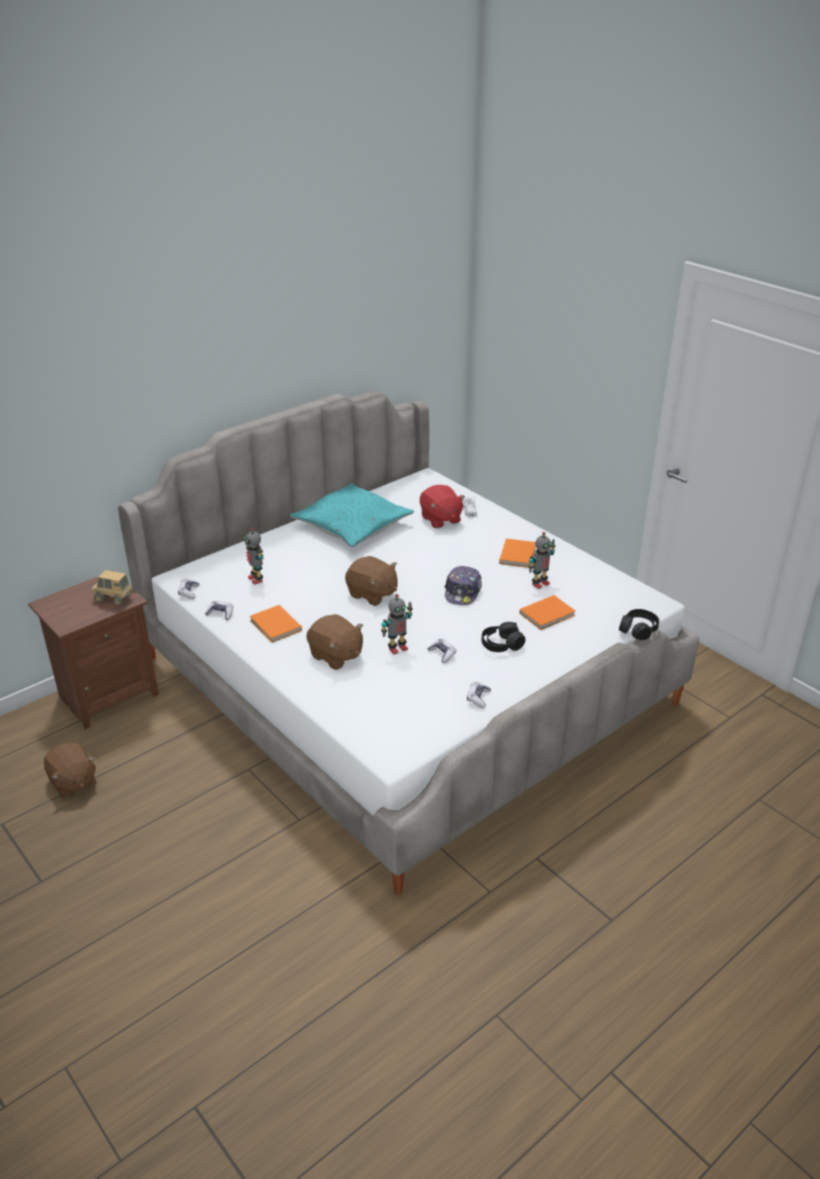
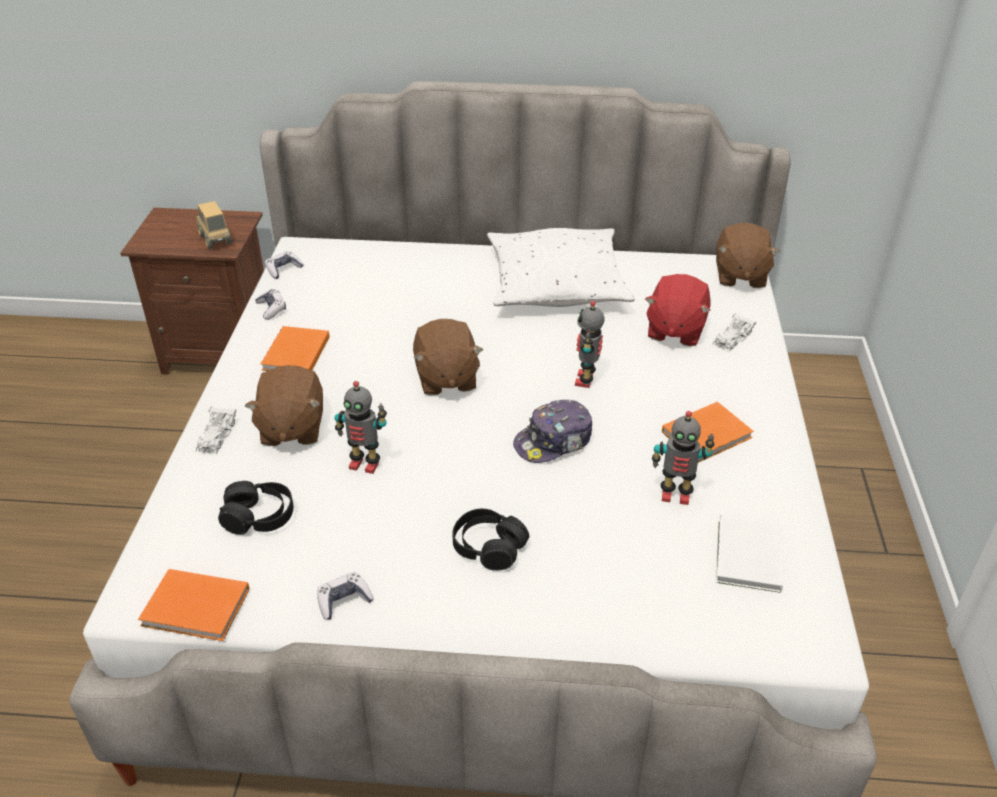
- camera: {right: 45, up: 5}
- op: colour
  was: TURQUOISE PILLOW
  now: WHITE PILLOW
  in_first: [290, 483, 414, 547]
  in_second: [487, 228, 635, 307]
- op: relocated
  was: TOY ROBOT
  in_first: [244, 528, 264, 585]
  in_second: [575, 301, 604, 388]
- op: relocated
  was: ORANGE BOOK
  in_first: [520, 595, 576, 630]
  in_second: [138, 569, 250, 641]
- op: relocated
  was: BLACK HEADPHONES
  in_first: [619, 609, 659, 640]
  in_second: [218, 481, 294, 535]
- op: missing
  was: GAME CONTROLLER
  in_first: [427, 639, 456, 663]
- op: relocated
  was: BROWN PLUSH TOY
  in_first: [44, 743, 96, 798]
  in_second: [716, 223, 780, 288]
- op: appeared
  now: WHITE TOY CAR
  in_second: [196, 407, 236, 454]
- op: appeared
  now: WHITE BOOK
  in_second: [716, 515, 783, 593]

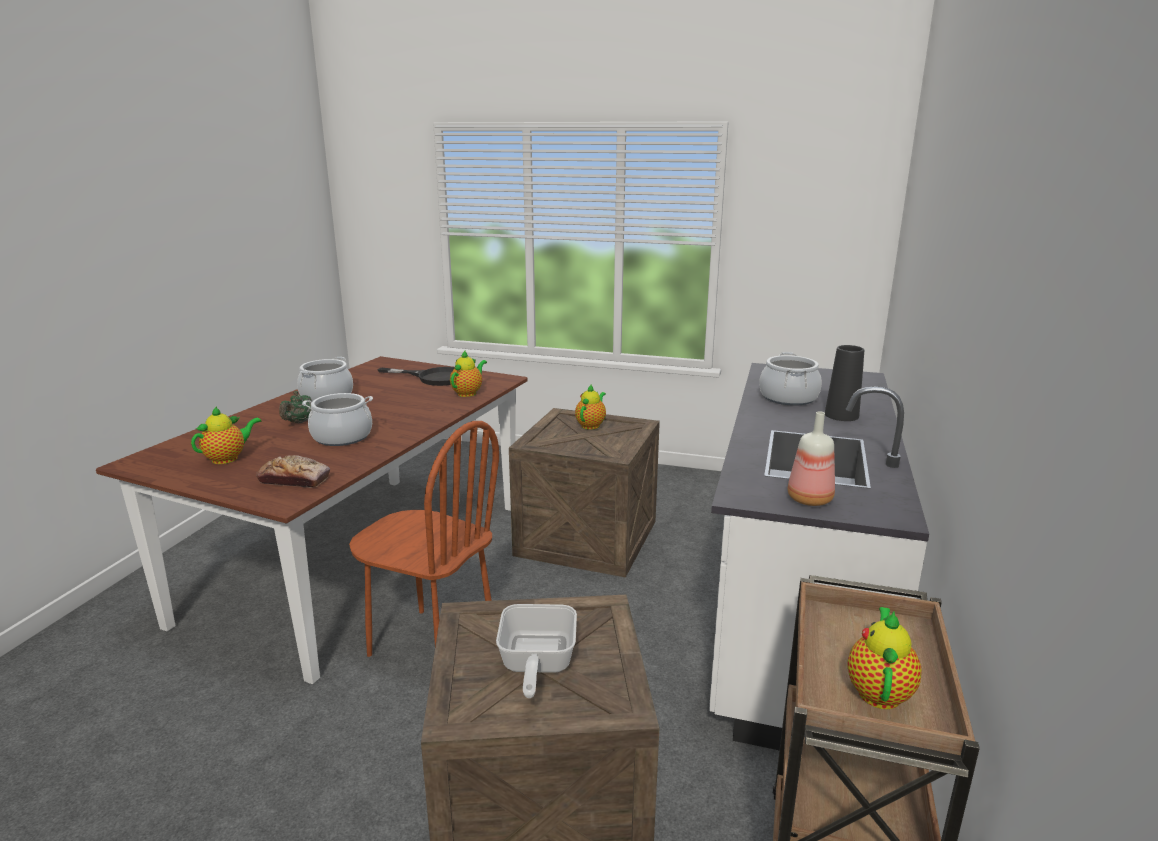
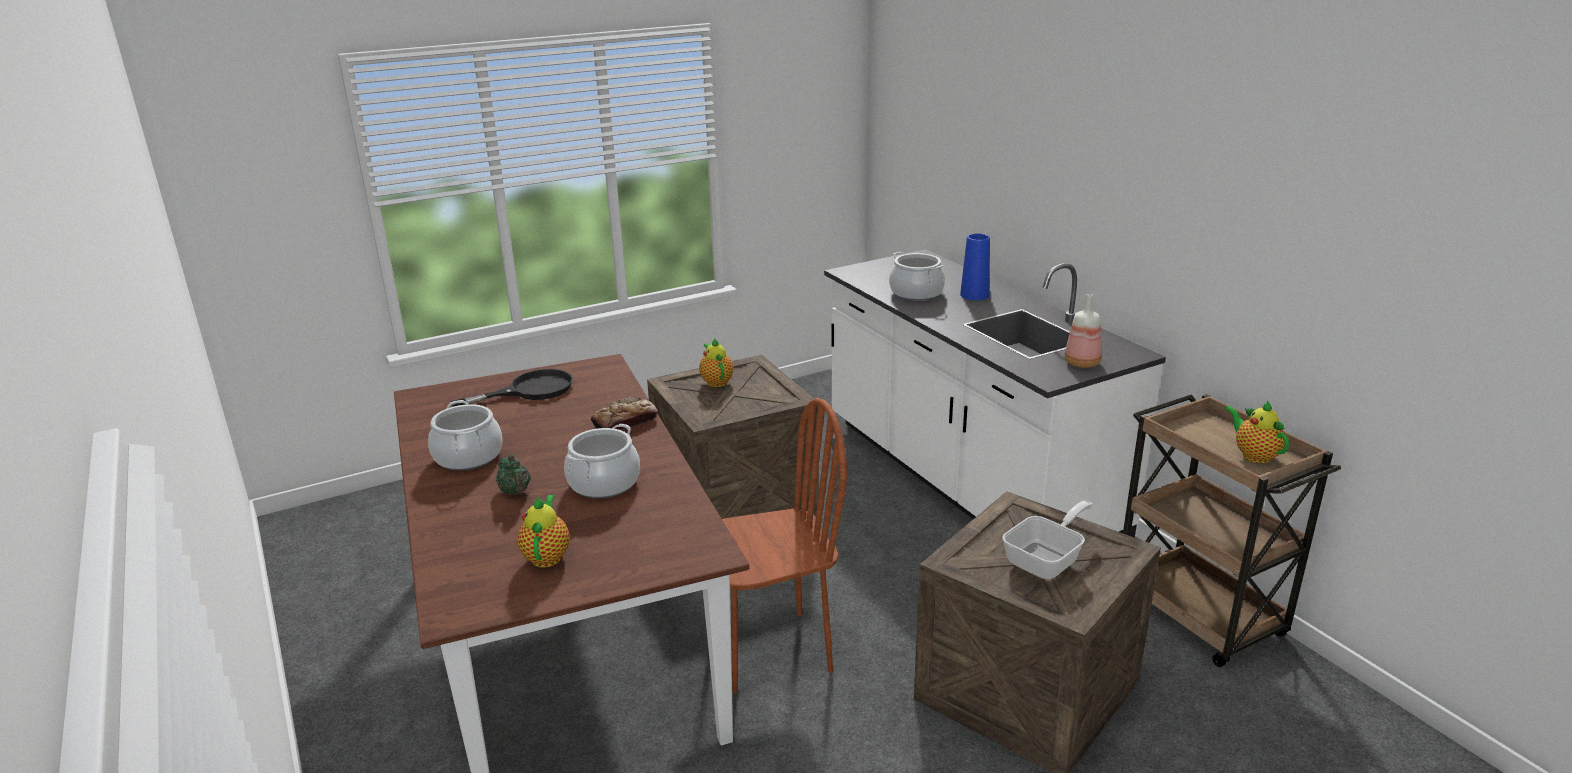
- camera: {right: -45, up: 5}
- op: colour
  was: BLACK VASE
  now: BLUE VASE
  in_first: [825, 345, 864, 421]
  in_second: [960, 234, 990, 300]
- op: missing
  was: TEAPOT
  in_first: [450, 351, 487, 397]
- op: relocated
  was: BREAD
  in_first: [256, 455, 330, 488]
  in_second: [591, 397, 658, 430]
- op: spun
  was: FRYING PAN
  in_first: [496, 604, 577, 698]
  in_second: [1003, 501, 1093, 579]
  clockwise: -90

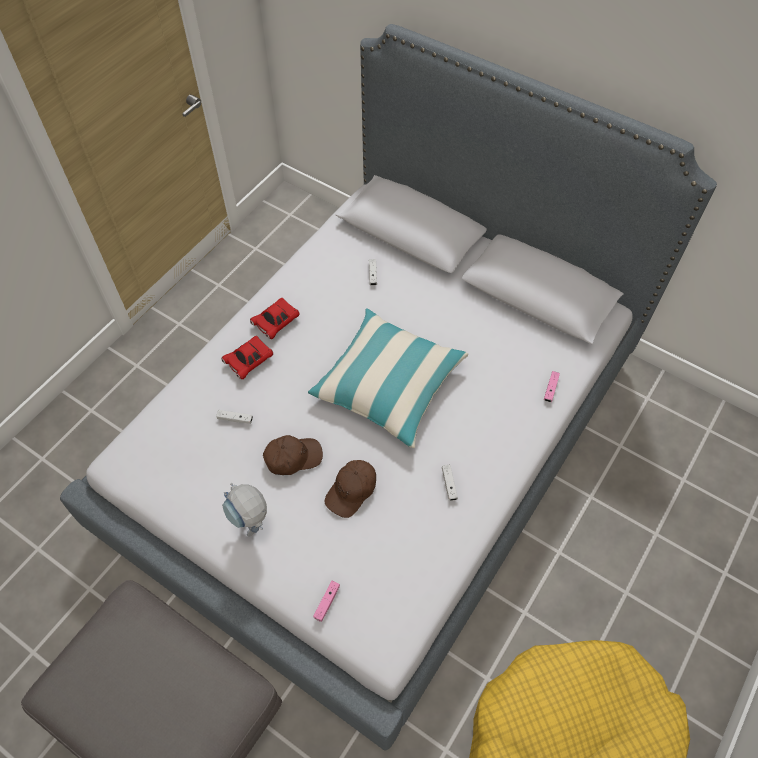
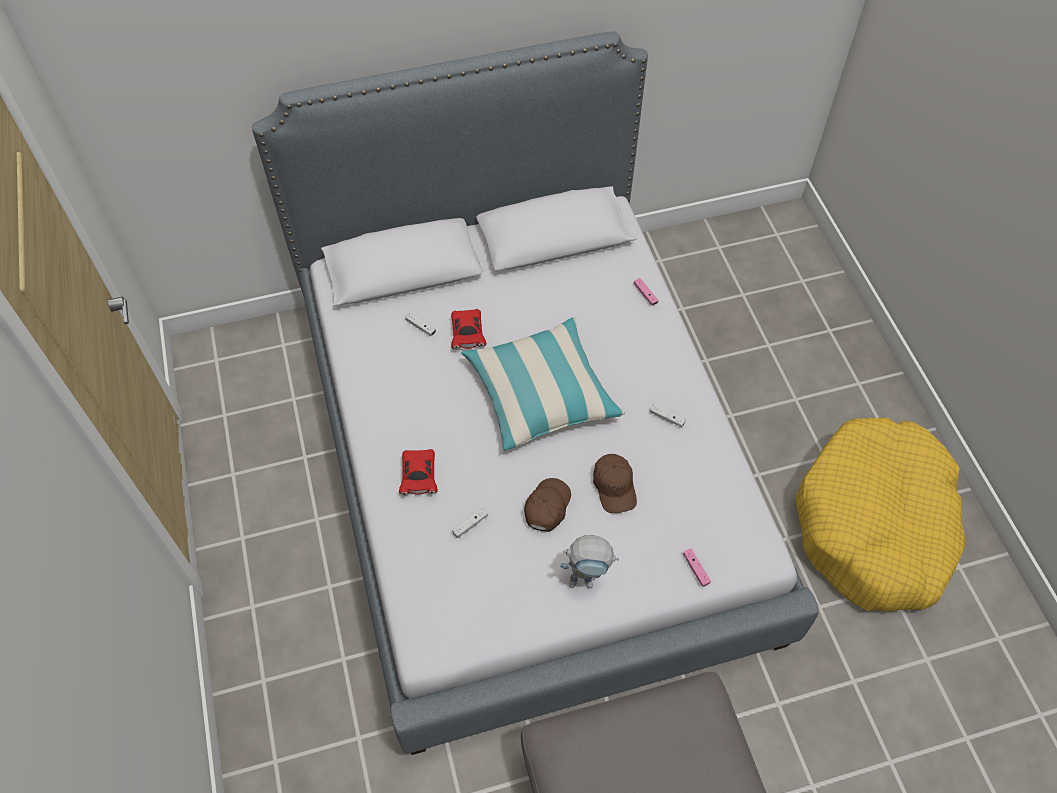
- camera: {right: -50, up: 0}
- op: relocated
  was: RED TOY CAR
  in_first: [250, 298, 299, 339]
  in_second: [451, 309, 486, 349]

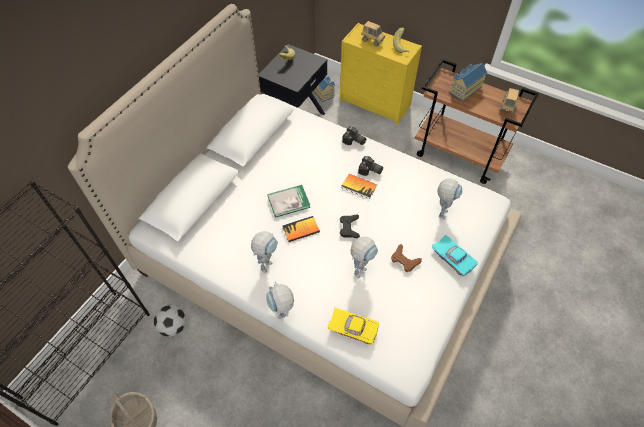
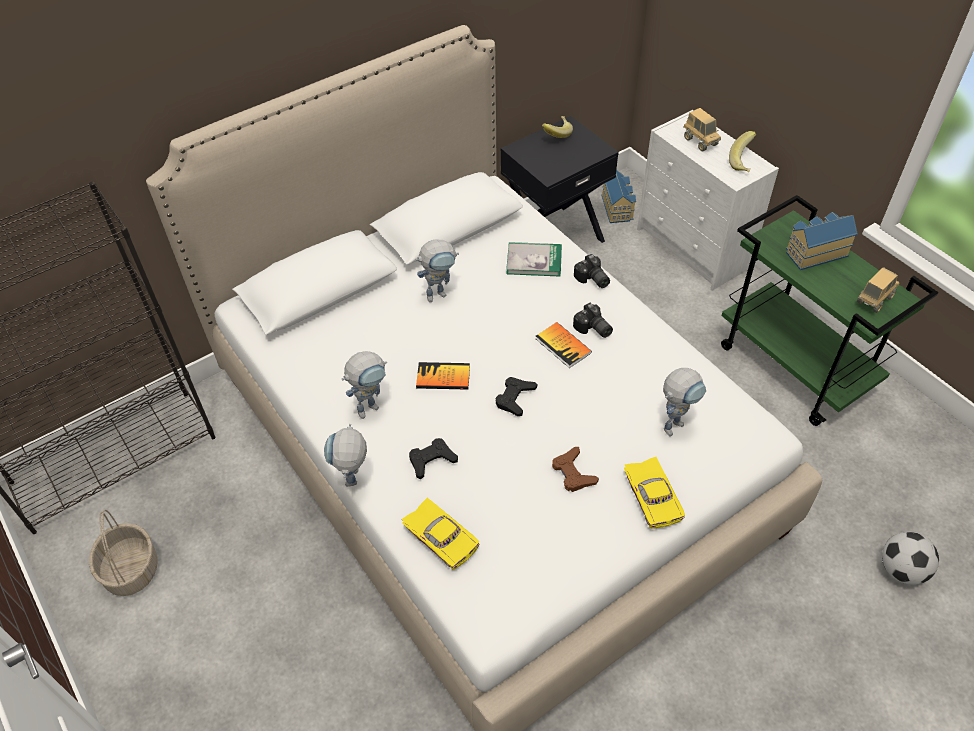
- camera: {right: 25, up: -5}
- op: colour
  was: YELLOW DRESSER
  now: WHITE DRESSER
  in_first: [340, 23, 422, 125]
  in_second: [637, 110, 779, 291]
- op: colour
  was: BROWN CART
  now: GREEN CART
  in_first: [414, 59, 539, 184]
  in_second: [721, 195, 939, 426]
- op: relocated
  was: BOOK
  in_first: [267, 185, 310, 218]
  in_second: [506, 242, 562, 277]
- op: colour
  was: TURQUOISE TOY CAR
  now: YELLOW TOY CAR
  in_first: [432, 235, 478, 277]
  in_second: [624, 457, 685, 529]
- op: relocated
  was: TOY ROBOT
  in_first: [351, 237, 378, 278]
  in_second: [415, 240, 459, 302]
- op: relocated
  was: FOOTBALL
  in_first: [154, 305, 186, 337]
  in_second: [882, 532, 939, 585]
- op: appeared
  now: BLACK GAME CONTROLLER
  in_second: [409, 438, 458, 479]

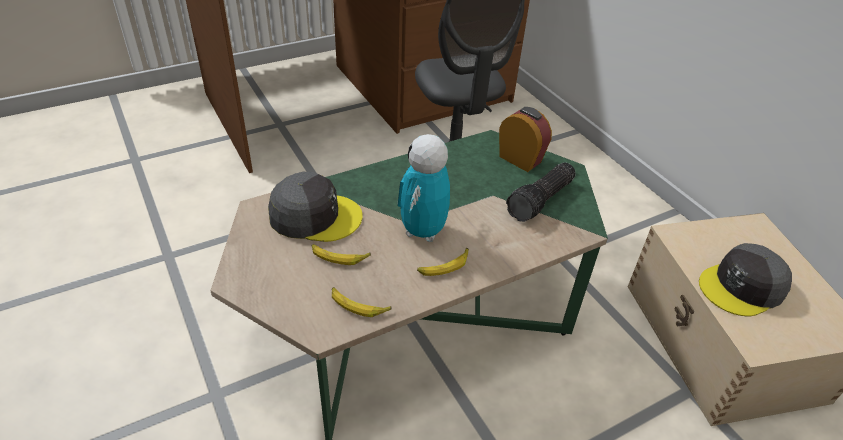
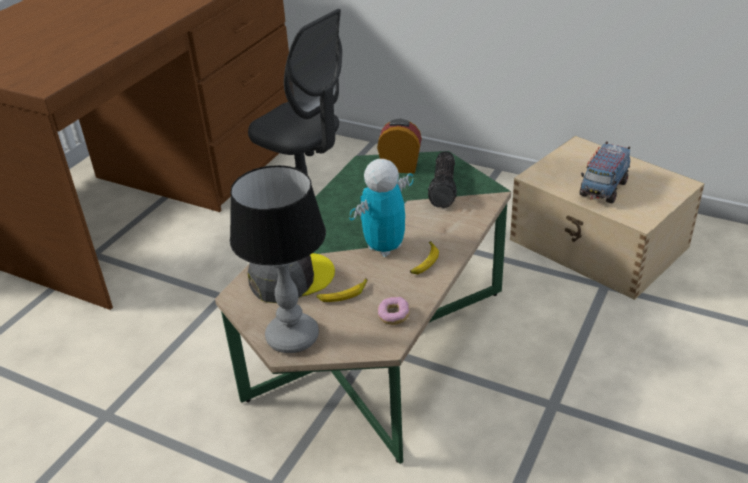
- camera: {right: -30, up: -5}
- op: spun
  was: TOY ROBOT
  in_first: [397, 134, 450, 242]
  in_second: [349, 159, 413, 257]
  clockwise: 60
- op: exchanged
  was: GREY CAP
  now: TOY TRUCK
  in_first: [699, 243, 792, 316]
  in_second: [579, 141, 630, 203]
- op: exchanged
  was: BANANA
  now: DONUT
  in_first: [332, 287, 392, 317]
  in_second: [378, 297, 410, 325]
- op: appeared
  now: TABLE LAMP
  in_second: [230, 165, 326, 353]

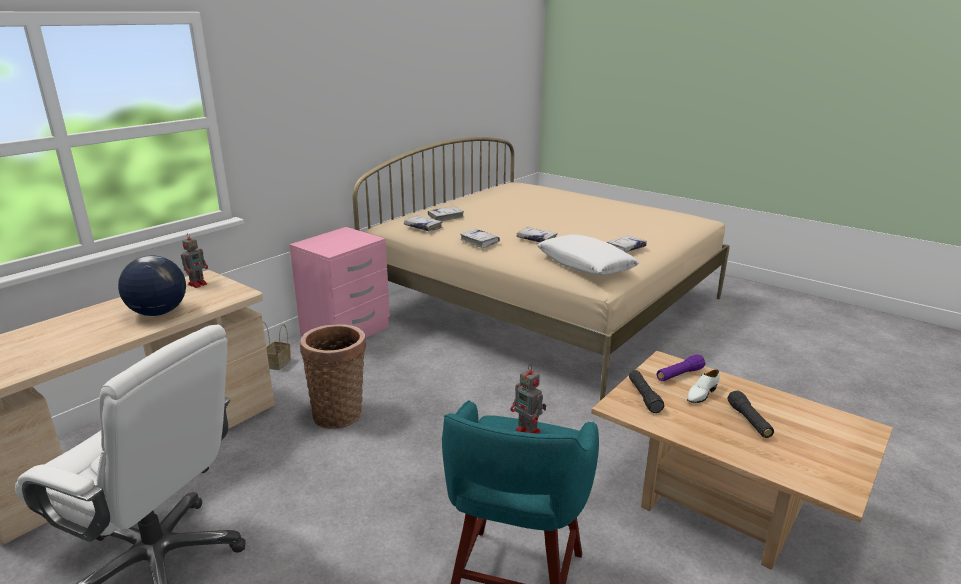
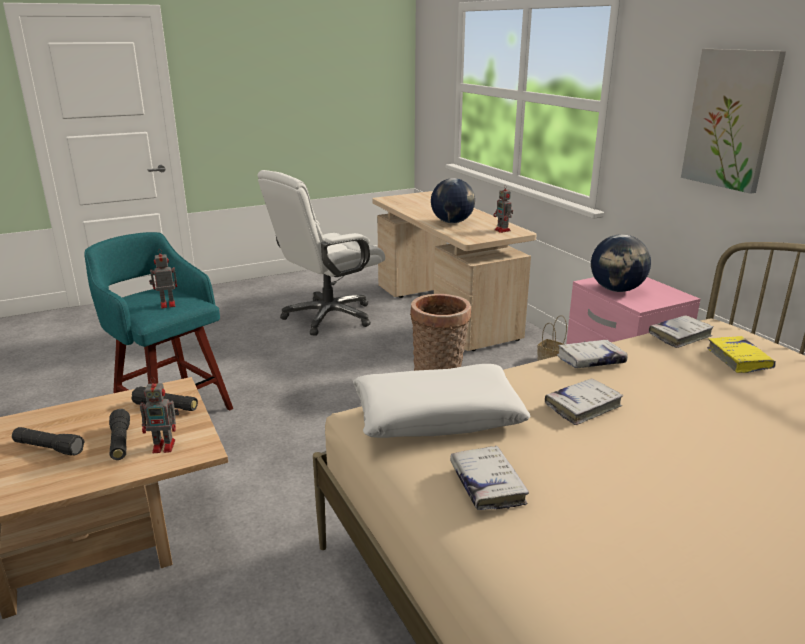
- camera: {right: 115, up: 0}
- op: colour
  was: WHITE BOOK
  now: YELLOW BOOK
  in_first: [428, 207, 464, 221]
  in_second: [707, 336, 776, 373]
- op: exchanged
  was: PURPLE FLASHLIGHT
  now: TOY ROBOT
  in_first: [657, 354, 705, 381]
  in_second: [140, 377, 179, 453]
- op: exchanged
  was: WHITE SHOE
  now: BLACK FLASHLIGHT
  in_first: [687, 369, 720, 403]
  in_second: [109, 409, 130, 460]
- op: appeared
  now: PICTURE
  in_second: [681, 49, 786, 194]
- op: appeared
  now: GLOBE
  in_second: [591, 234, 651, 292]

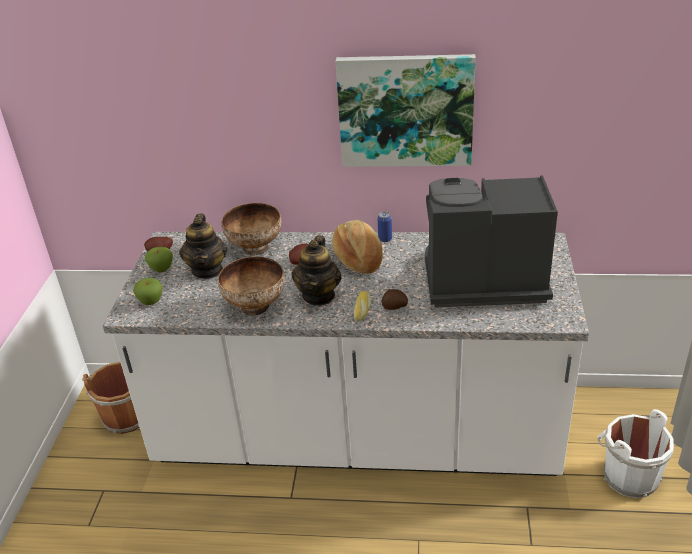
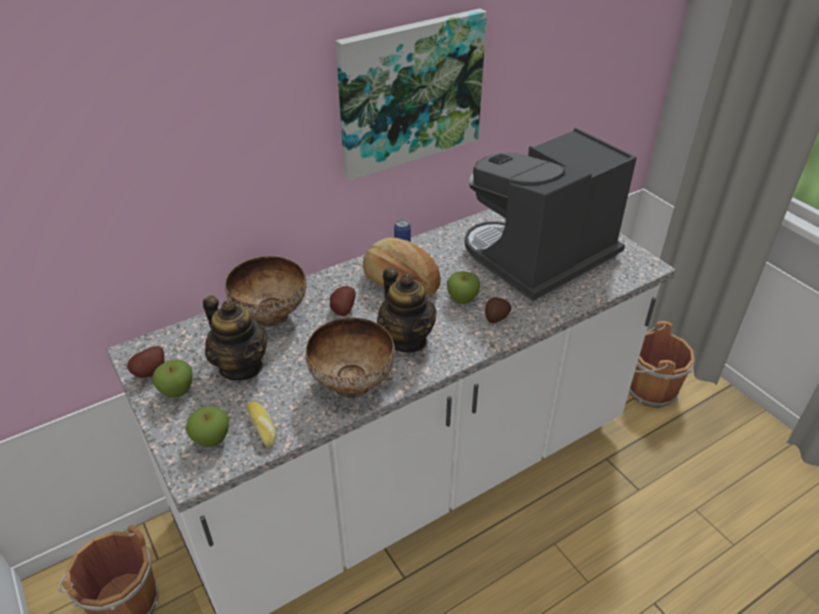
- camera: {right: -40, up: 5}
- op: relocated
  was: BREAD
  in_first: [354, 291, 371, 322]
  in_second: [247, 401, 276, 448]
- op: colour
  was: WHITE BUCKET
  now: BROWN BUCKET
  in_first: [598, 409, 674, 498]
  in_second: [629, 321, 695, 408]
- op: appeared
  now: APPLE
  in_second: [447, 271, 480, 304]

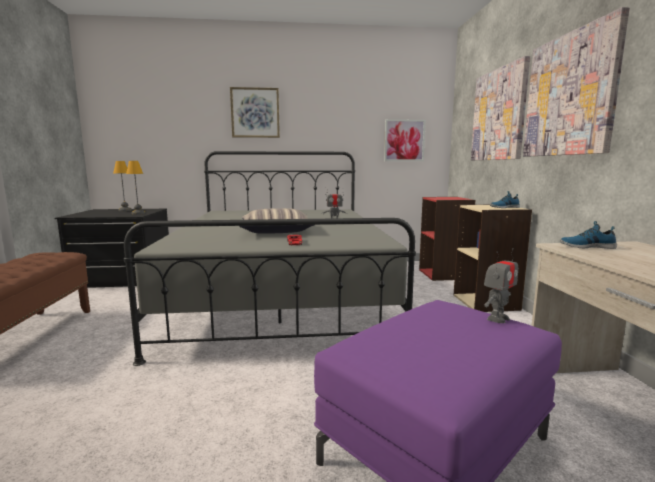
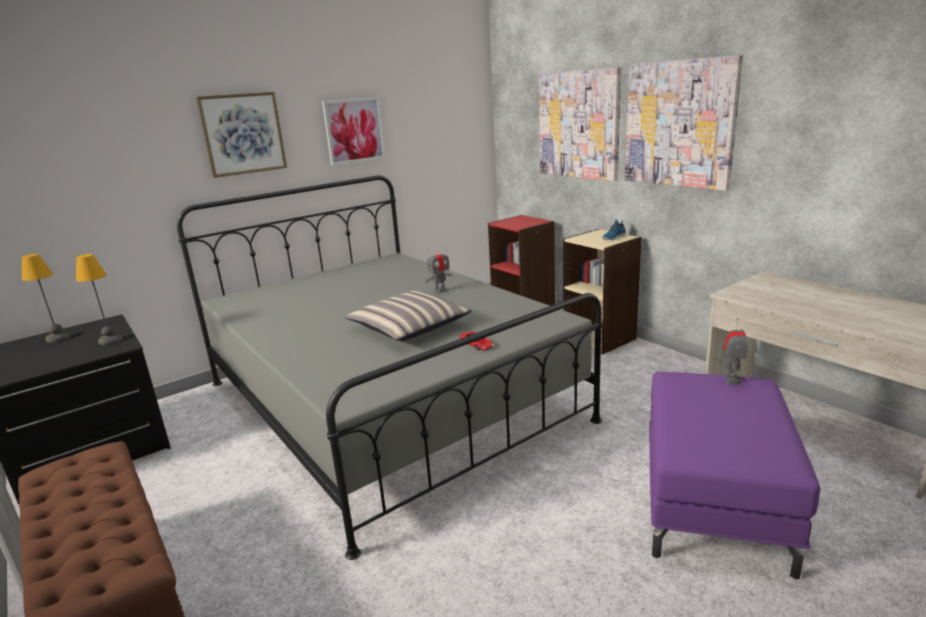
- camera: {right: -30, up: 10}
- op: relocated
  was: PICTURE
  in_first: [384, 119, 426, 161]
  in_second: [322, 97, 386, 166]
- op: missing
  was: SHOE
  in_first: [560, 221, 617, 249]

